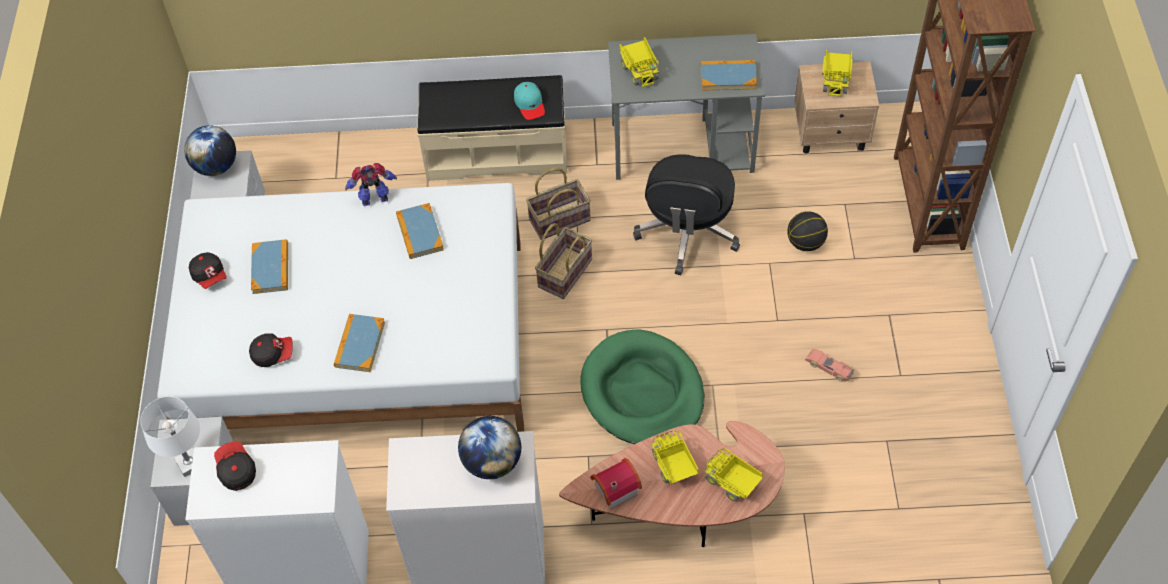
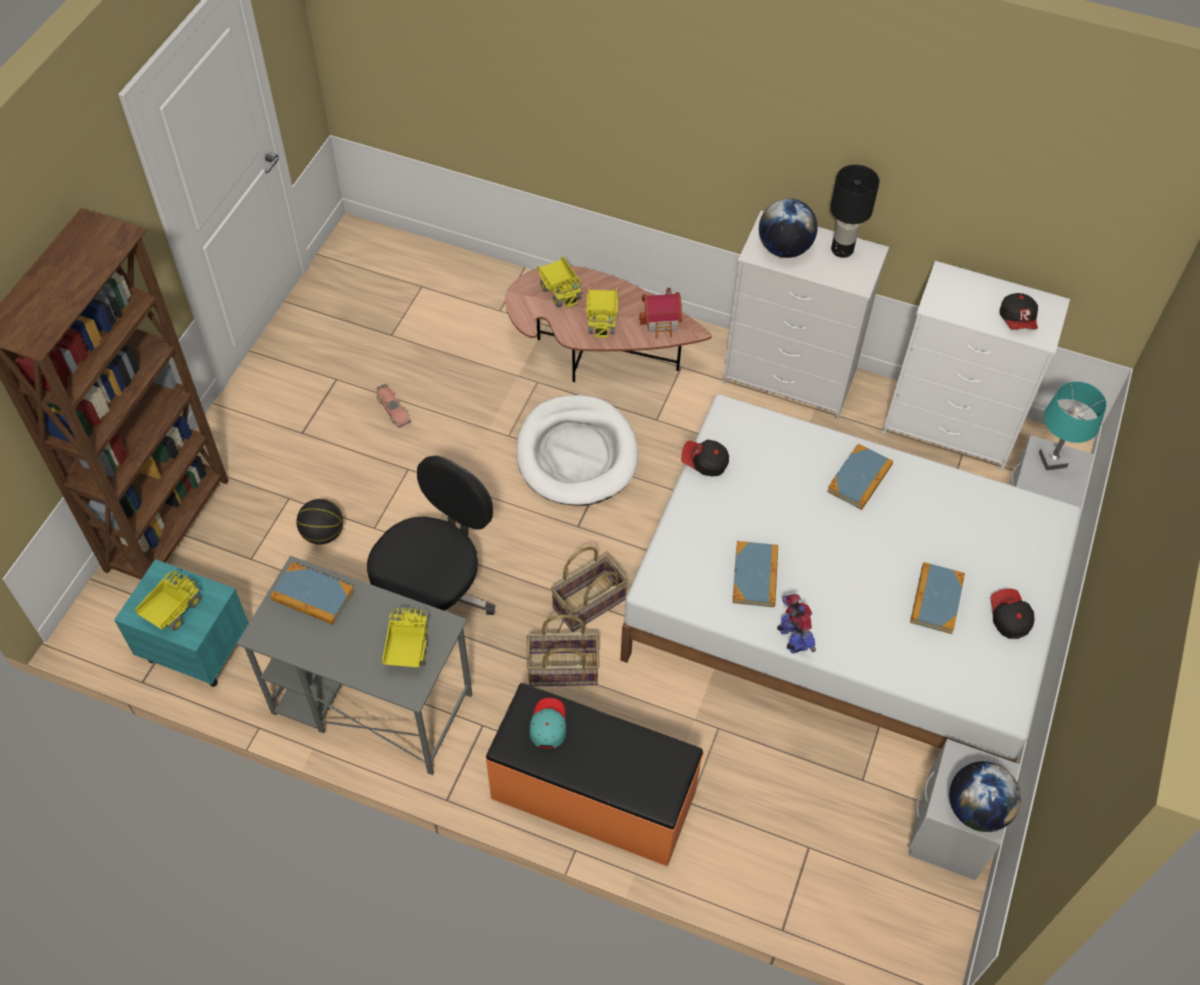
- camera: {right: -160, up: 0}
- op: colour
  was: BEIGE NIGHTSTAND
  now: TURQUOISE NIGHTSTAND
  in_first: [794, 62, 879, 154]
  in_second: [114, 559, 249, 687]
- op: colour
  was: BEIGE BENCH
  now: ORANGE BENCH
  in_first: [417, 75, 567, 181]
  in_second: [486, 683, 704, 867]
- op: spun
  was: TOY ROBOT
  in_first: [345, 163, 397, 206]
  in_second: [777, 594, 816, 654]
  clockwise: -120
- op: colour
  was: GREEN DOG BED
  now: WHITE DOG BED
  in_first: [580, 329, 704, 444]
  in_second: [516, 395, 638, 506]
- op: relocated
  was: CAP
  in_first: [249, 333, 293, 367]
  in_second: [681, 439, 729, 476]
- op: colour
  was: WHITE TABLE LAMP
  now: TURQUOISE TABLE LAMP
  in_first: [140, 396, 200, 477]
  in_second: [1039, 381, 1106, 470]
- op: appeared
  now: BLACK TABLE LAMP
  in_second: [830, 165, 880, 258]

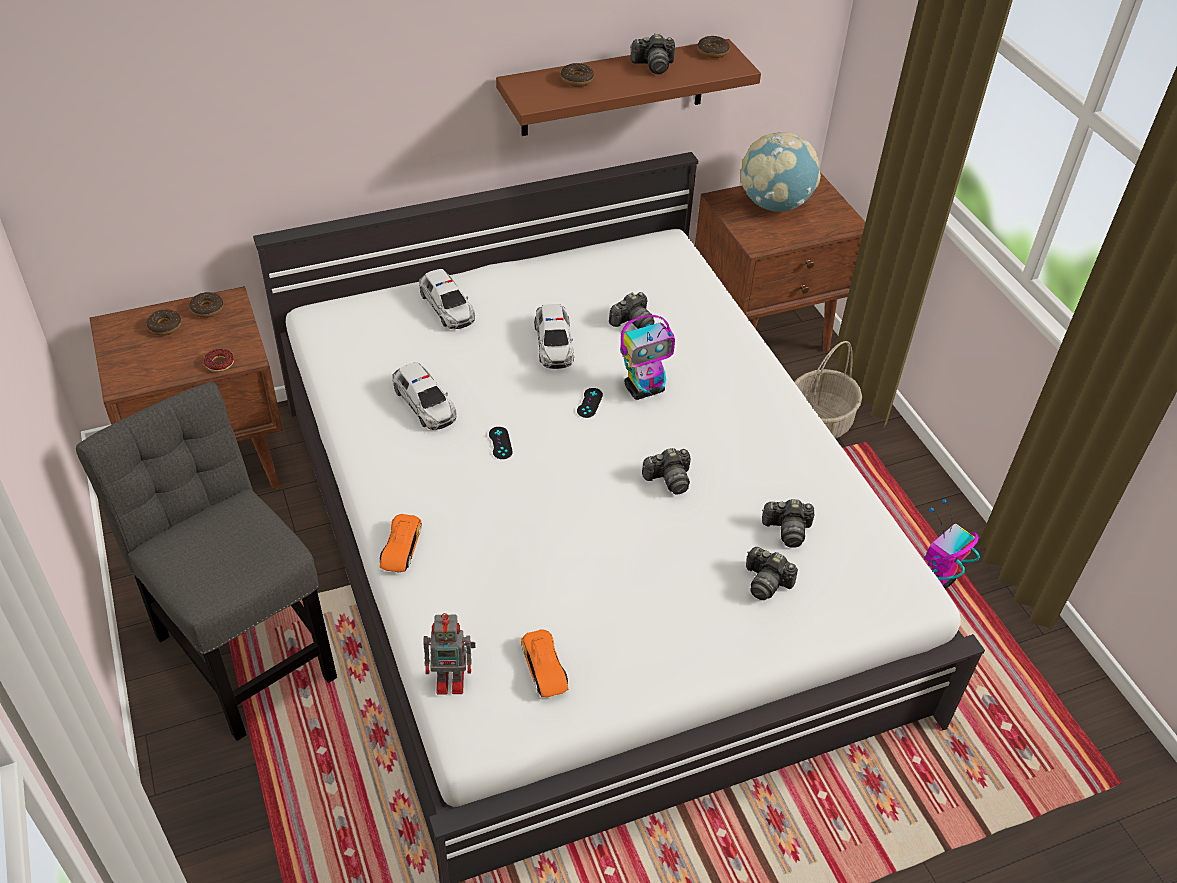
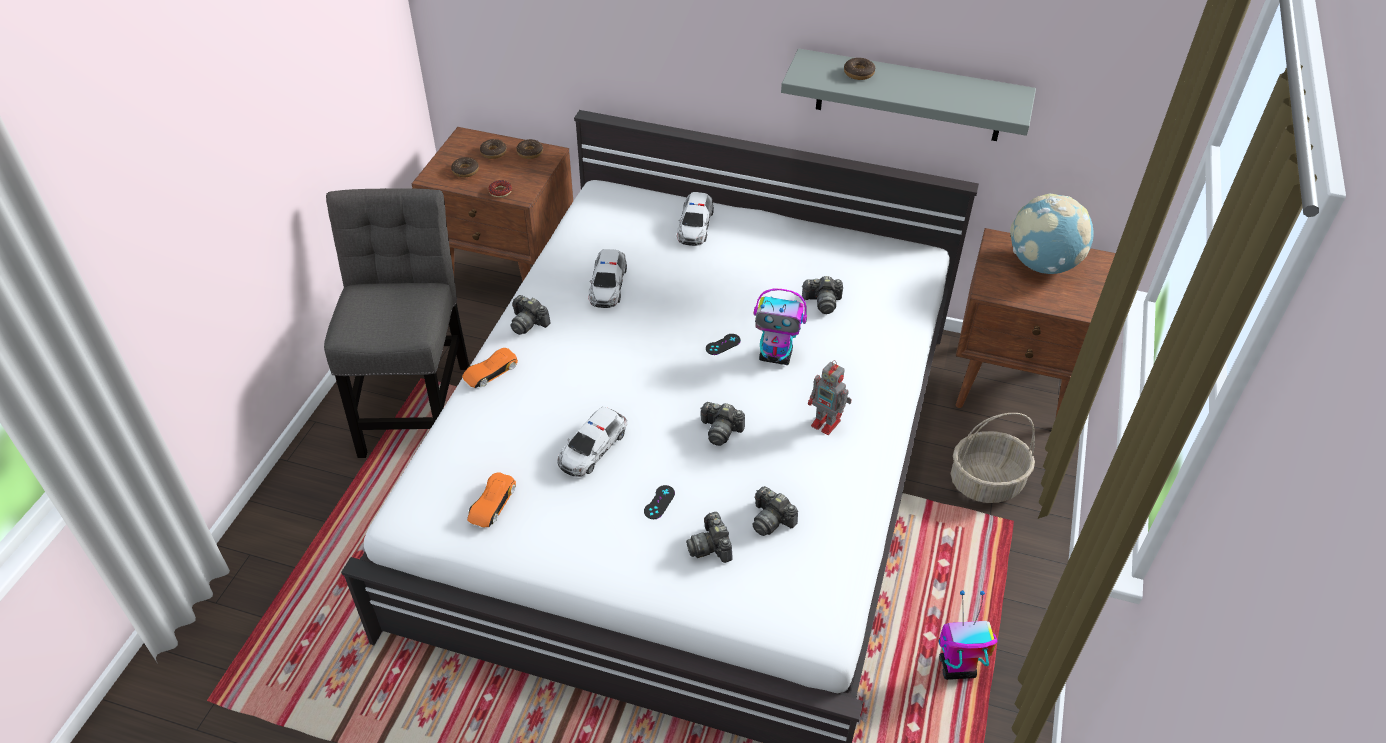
- camera: {right: 40, up: 0}
- op: relocated
  was: PHOTO CAMERA
  in_first: [631, 33, 675, 74]
  in_second: [511, 295, 551, 335]
- op: relocated
  was: DONUT
  in_first: [697, 36, 730, 58]
  in_second: [451, 157, 479, 177]
- op: colour
  was: BROWN SHELF
  now: GREY SHELF
  in_first: [496, 39, 761, 136]
  in_second: [781, 49, 1036, 141]
- op: relocated
  was: TOY CAR
  in_first: [534, 304, 574, 369]
  in_second: [557, 407, 628, 477]
- op: relocated
  was: BLACK GAME CONTROLLER
  in_first: [489, 427, 513, 459]
  in_second: [644, 485, 675, 519]
- op: relocated
  was: TOY ROBOT
  in_first: [423, 613, 476, 695]
  in_second: [808, 360, 852, 435]

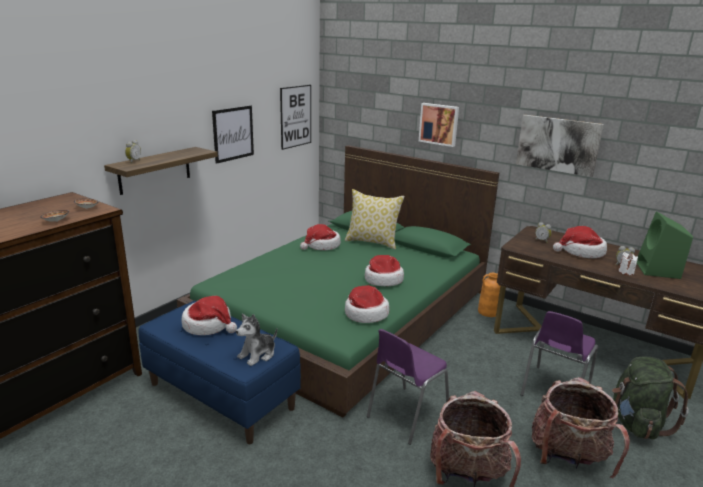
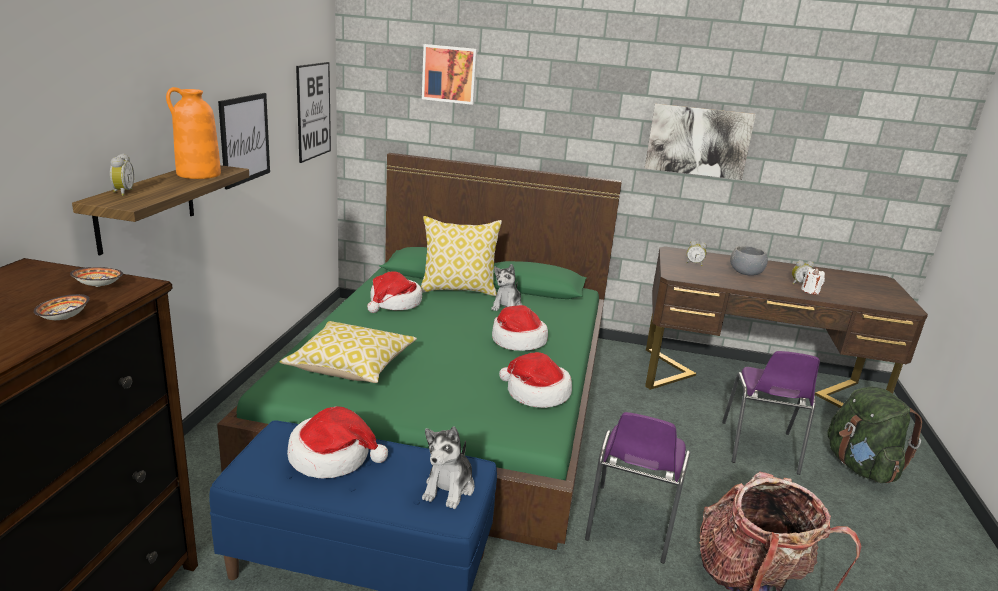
- camera: {right: -25, up: 0}
- op: relocated
  was: PICTURE
  in_first: [419, 103, 459, 147]
  in_second: [422, 44, 478, 105]
- op: missing
  was: GREEN SPEAKER
  in_first: [637, 211, 693, 279]
- op: exchanged
  was: HAT
  now: GREY BOWL
  in_first: [553, 226, 607, 258]
  in_second: [730, 246, 768, 276]
- op: relocated
  was: ORANGE VASE
  in_first: [478, 273, 500, 317]
  in_second: [166, 87, 221, 179]
- op: missing
  was: BACKPACK
  in_first: [532, 377, 630, 479]
- op: appeared
  now: PLUSH TOY
  in_second: [491, 264, 522, 311]
- op: appeared
  now: PILLOW
  in_second: [280, 321, 417, 383]

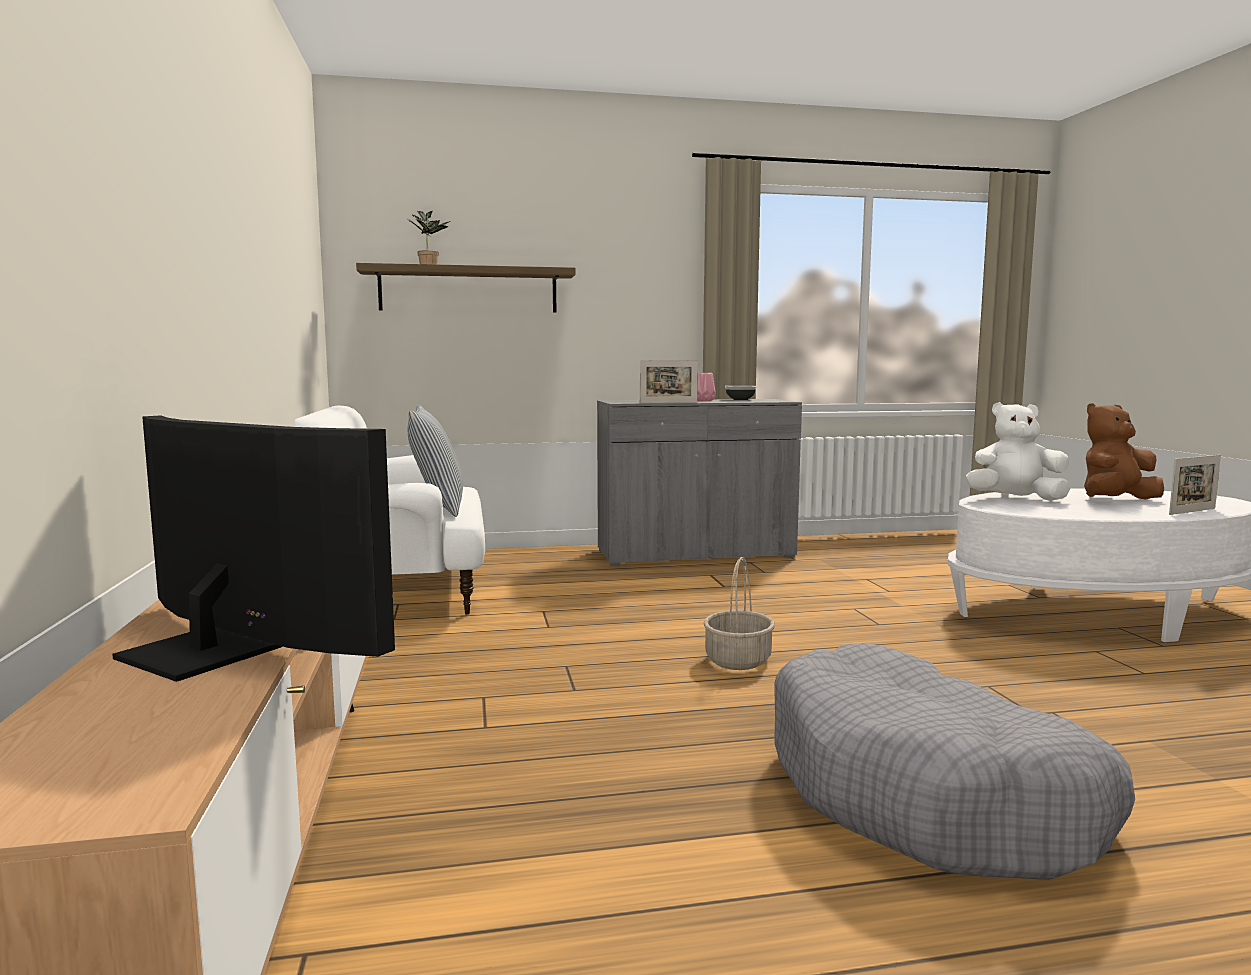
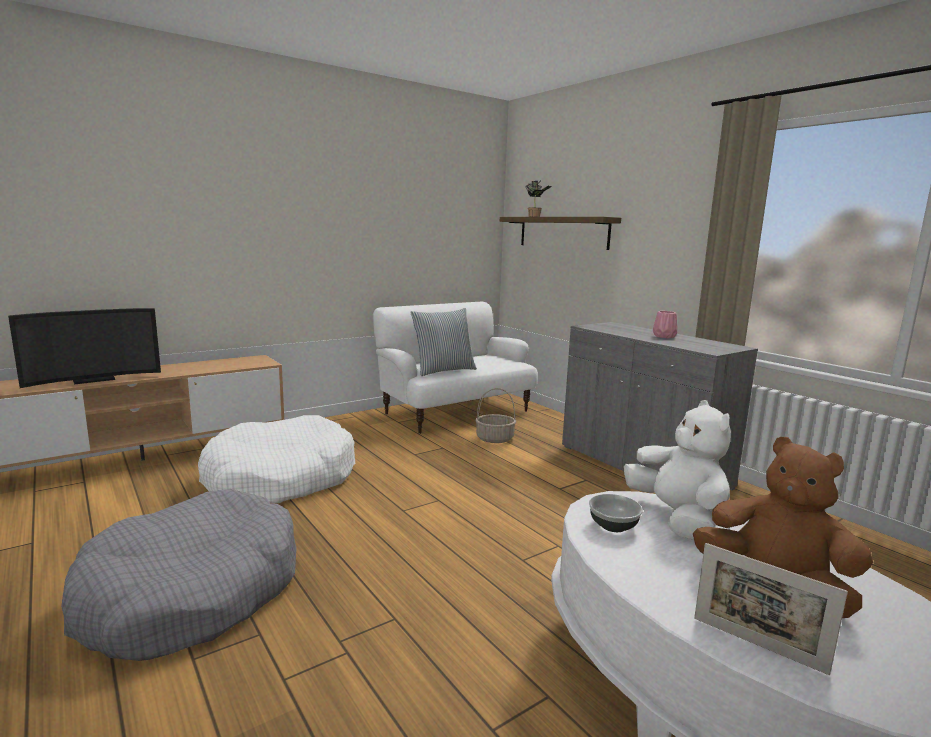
- camera: {right: 65, up: 5}
- op: missing
  was: PICTURE FRAME
  in_first: [640, 360, 698, 403]
- op: relocated
  was: BOWL
  in_first: [725, 385, 757, 400]
  in_second: [589, 494, 643, 532]
- op: spun
  was: TELEVISION
  in_first: [112, 415, 395, 682]
  in_second: [8, 308, 161, 388]
  clockwise: 45
- op: relocated
  was: BASKET
  in_first: [703, 557, 775, 670]
  in_second: [475, 388, 516, 443]
- op: appeared
  now: WHITE DOG BED
  in_second: [198, 415, 355, 503]

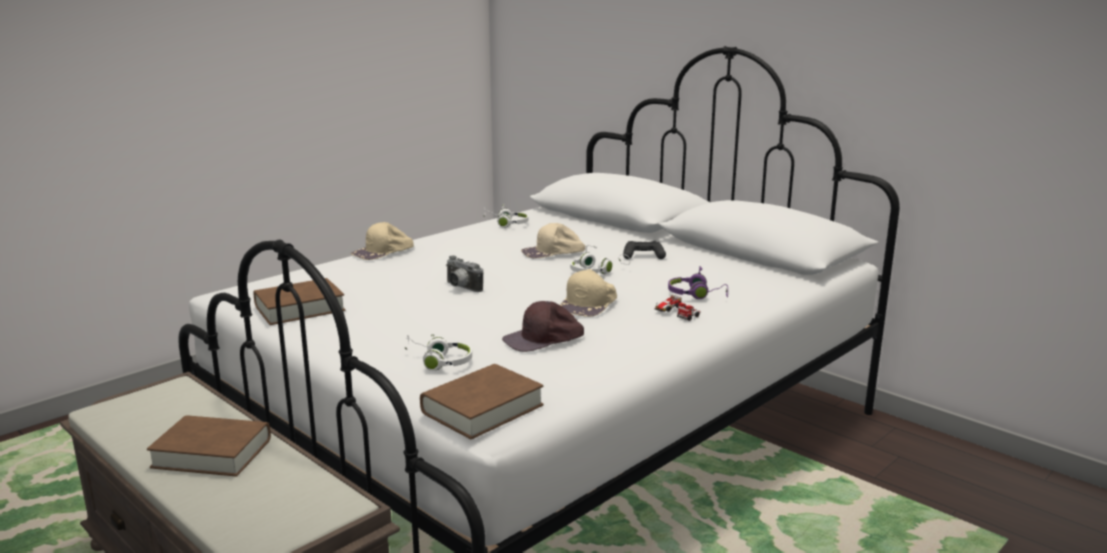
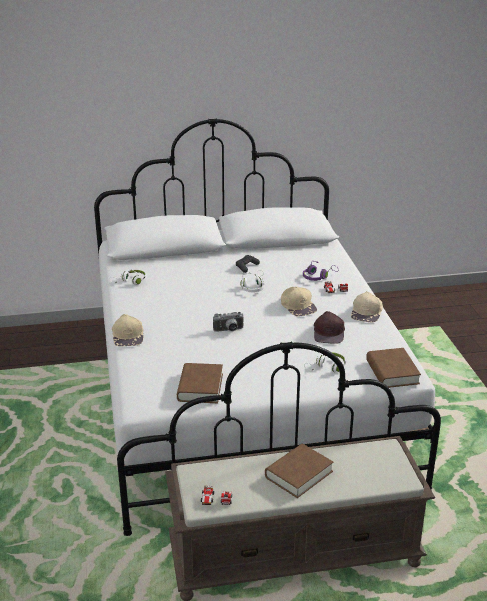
- camera: {right: -55, up: 10}
- op: relocated
  was: BEIGE CAP
  in_first: [521, 223, 585, 258]
  in_second: [351, 291, 383, 322]
- op: appeared
  now: TOY CAR
  in_second: [201, 486, 232, 505]

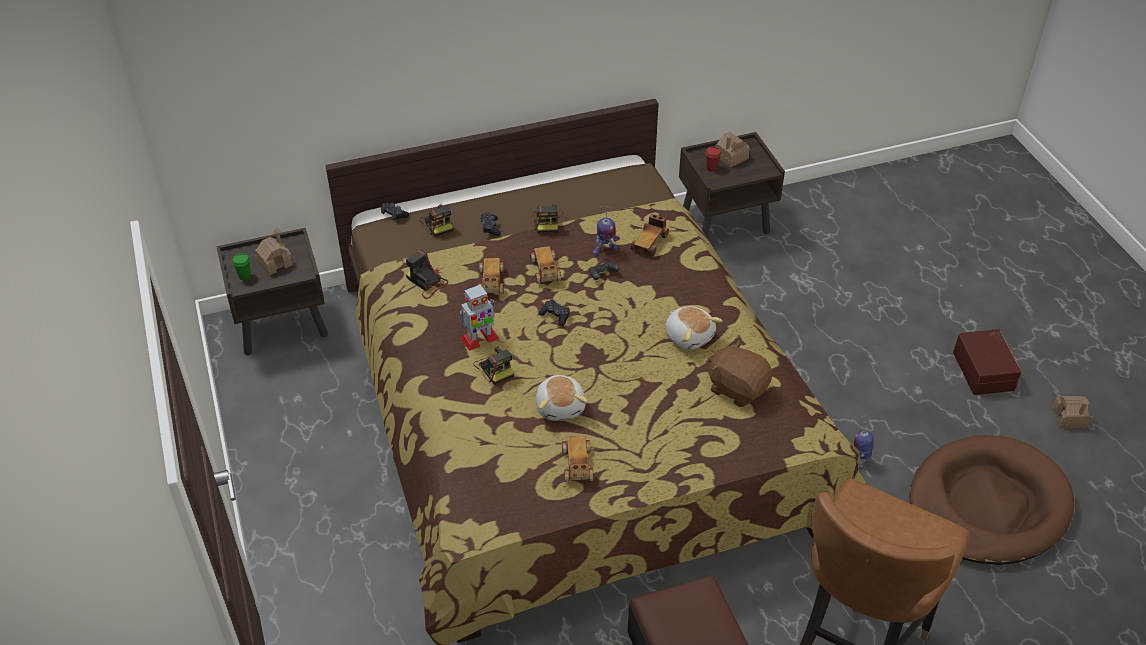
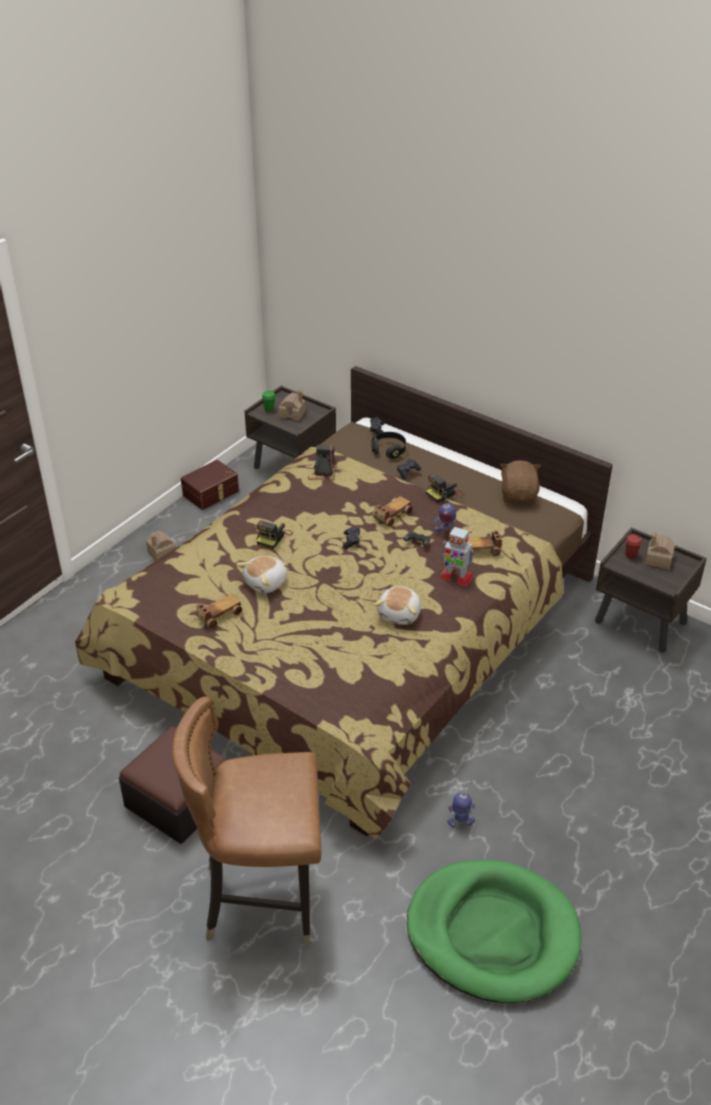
- camera: {right: 55, up: -5}
- op: exchanged
  was: PHOTO CAMERA
  now: BLACK HEADPHONES
  in_first: [419, 204, 453, 237]
  in_second: [371, 432, 406, 459]
- op: missing
  was: TOY CAR
  in_first: [478, 258, 504, 294]
- op: relocated
  was: TOY ROBOT
  in_first: [460, 283, 500, 351]
  in_second: [439, 526, 474, 586]
- op: relocated
  was: BROWN STORAGE BOX
  in_first: [953, 329, 1022, 395]
  in_second: [181, 460, 239, 510]
- op: relocated
  was: BROWN PLUSH TOY
  in_first: [708, 340, 772, 407]
  in_second: [500, 460, 541, 504]
- op: relocated
  was: TOY HOUSE
  in_first: [1052, 396, 1091, 428]
  in_second: [146, 531, 176, 561]
- op: colour
  was: BROWN DOG BED
  now: GREEN DOG BED
  in_first: [909, 435, 1074, 565]
  in_second: [407, 859, 581, 1003]

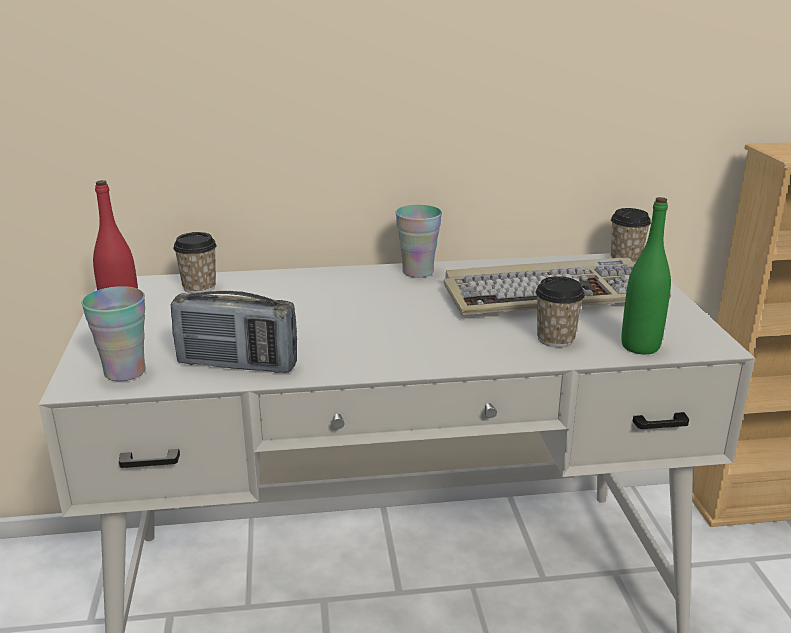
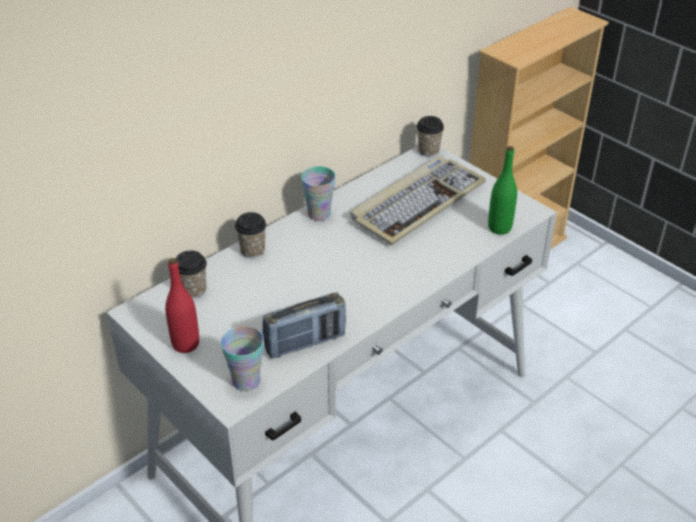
- camera: {right: -35, up: 15}
- op: relocated
  was: CUP
  in_first: [535, 276, 585, 347]
  in_second: [235, 212, 266, 258]

